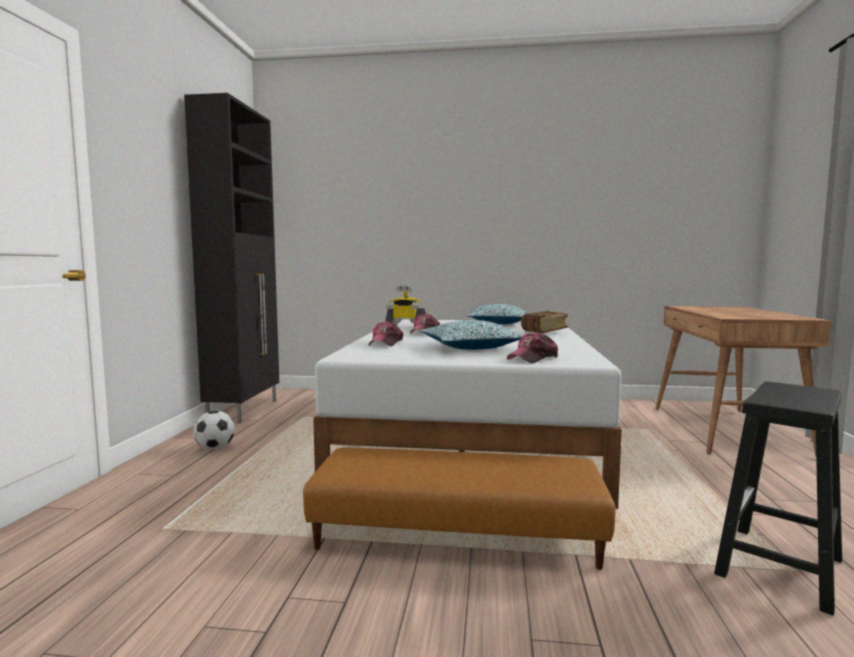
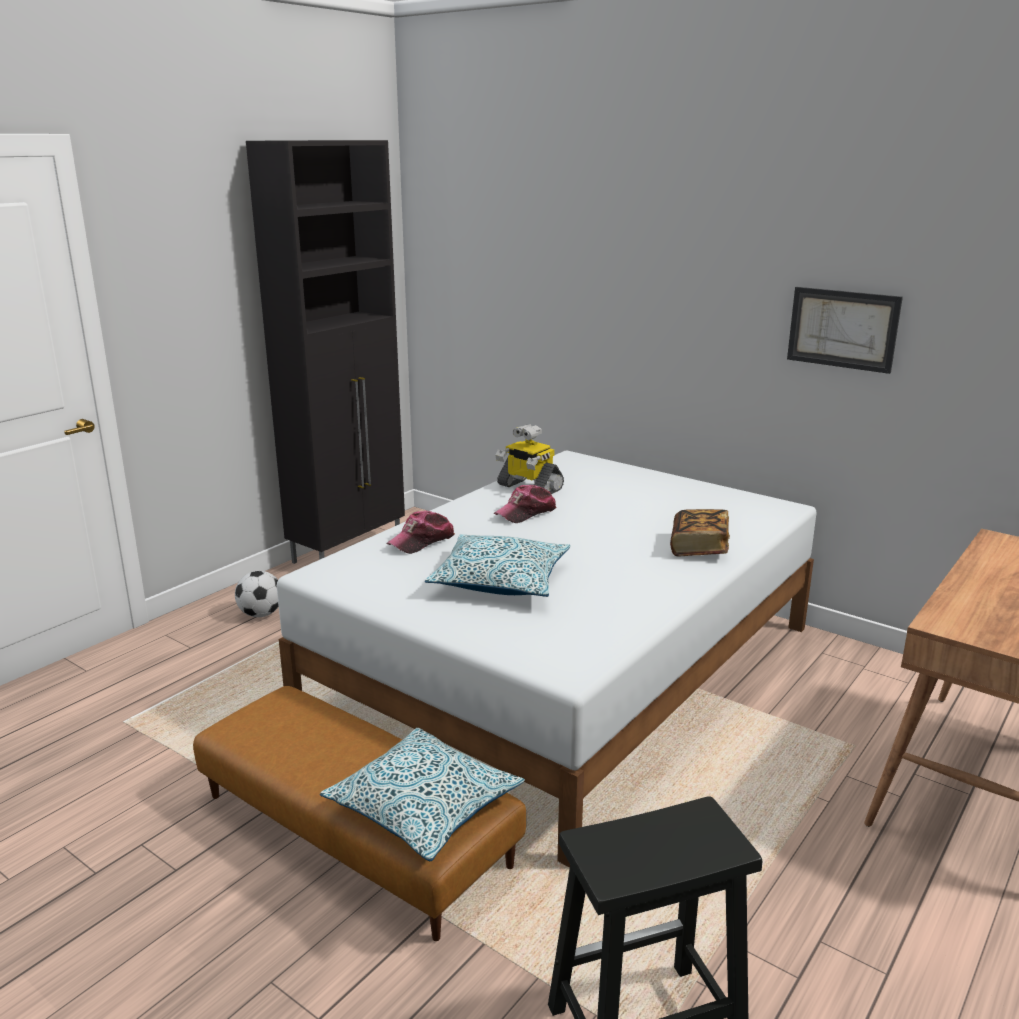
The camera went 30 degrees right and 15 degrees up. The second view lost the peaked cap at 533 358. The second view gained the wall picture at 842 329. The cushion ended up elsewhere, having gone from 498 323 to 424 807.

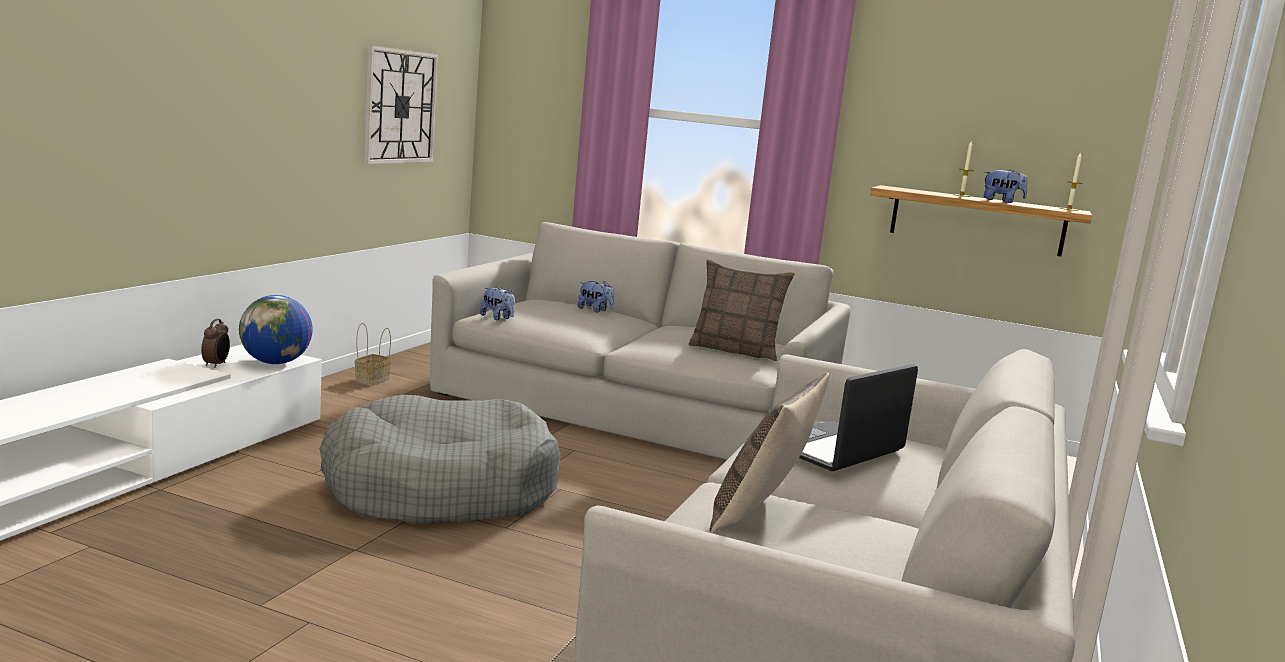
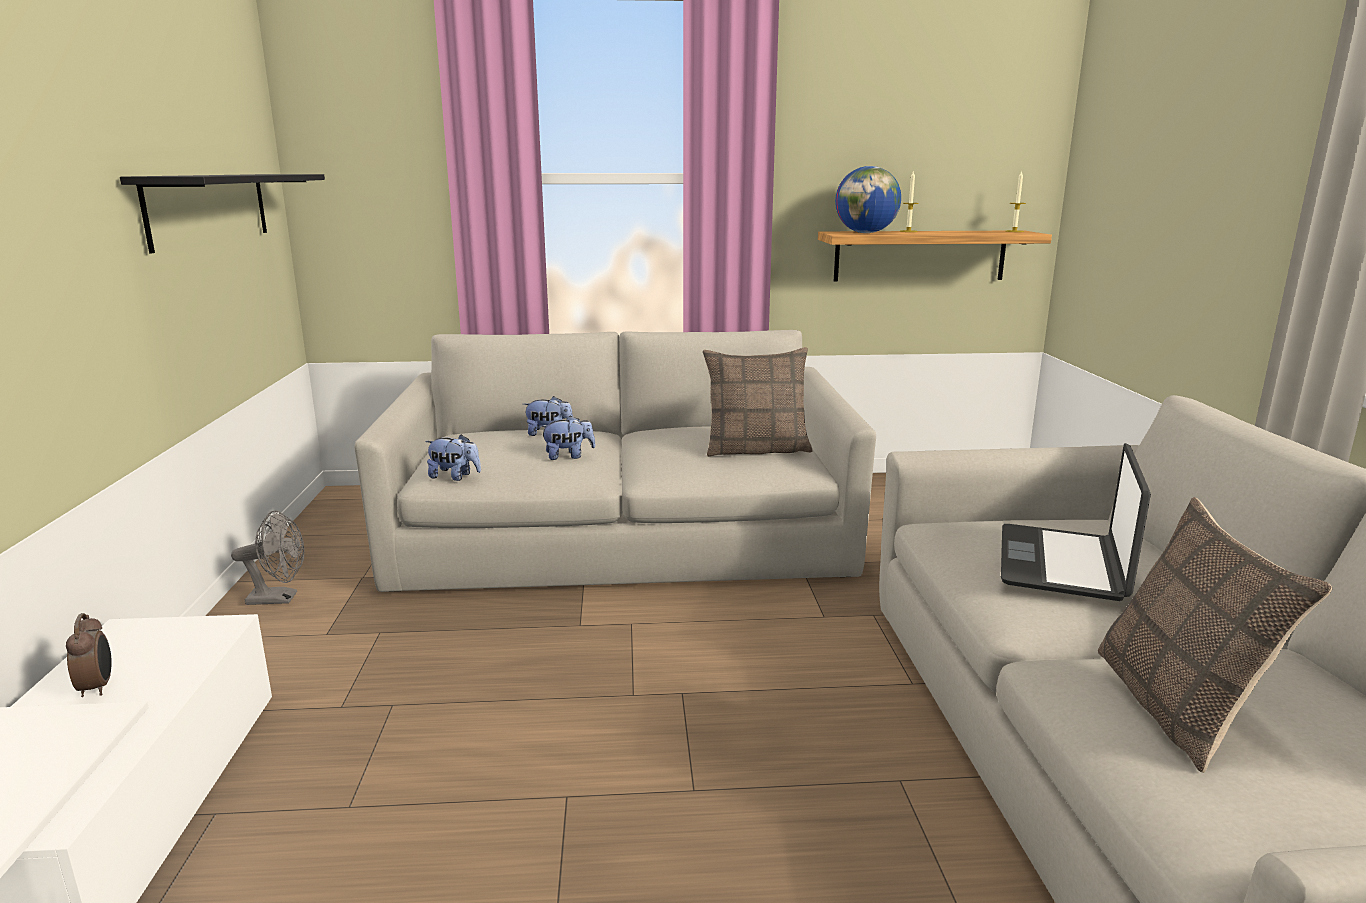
The camera went 25 degrees left and 5 degrees up. The second view lost the dog bed in greyish at 440 489. The world globe ended up elsewhere, having gone from 275 363 to 866 233. The plush toy ended up elsewhere, having gone from 1001 201 to 568 456. Where the basket stood at 372 380, the fan in greyish came to stand at 280 598. Where the clock on the wall hung at 400 106, the wall shelf in blackish came to hang at 209 208.

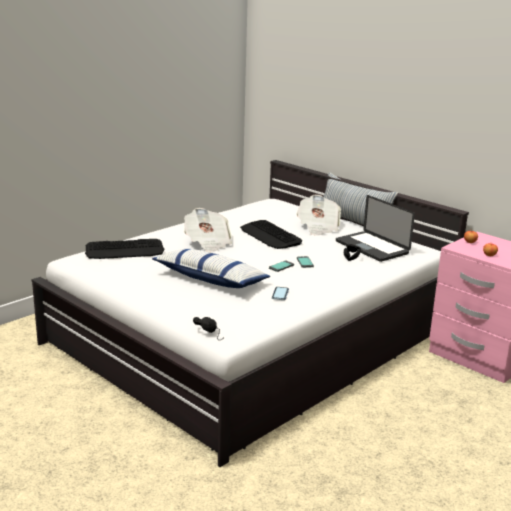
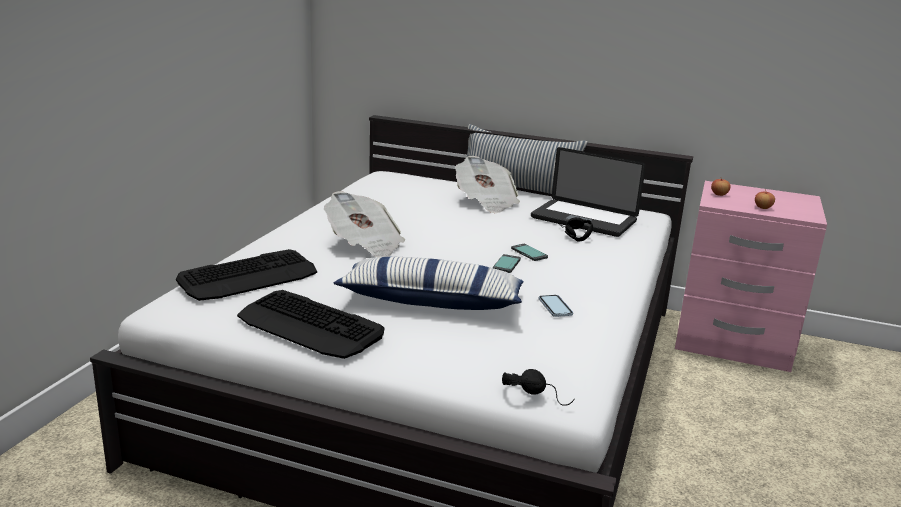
The camera went 25 degrees left and 0 degrees up. The computer keyboard ended up elsewhere, having gone from 270 236 to 310 326.

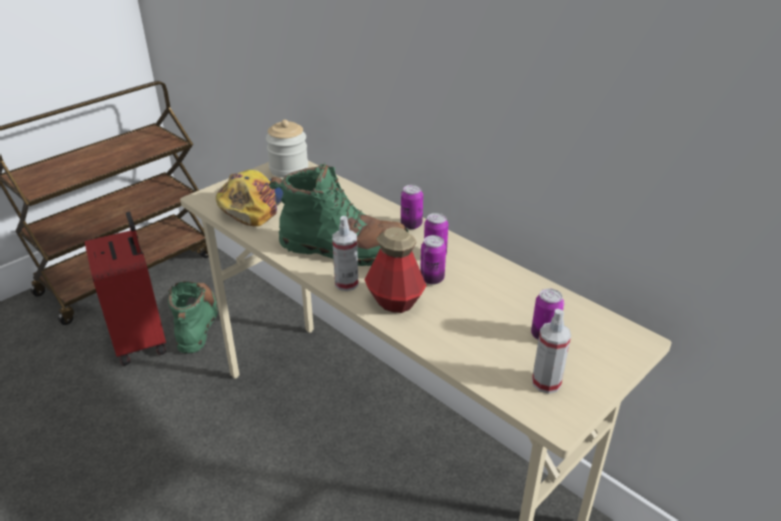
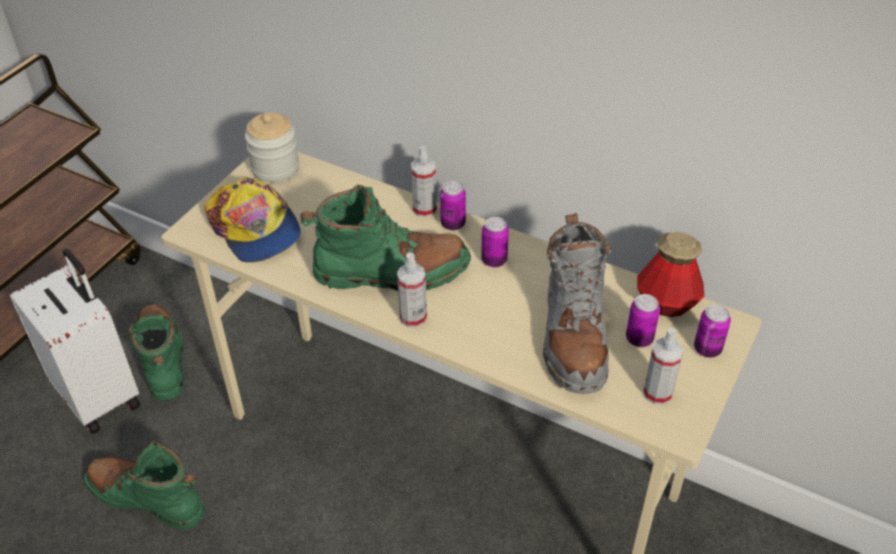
The camera went 15 degrees left and 10 degrees up. The second view gained the high-top boot in greenish at 147 498. The second view gained the spray bottle at 424 209. The second view gained the high-top boot in greyish at 573 336. The drink bottle ended up elsewhere, having gone from 395 301 to 666 303. The can ended up elsewhere, having gone from 432 279 to 707 349. What was the suitcase in reddish at 141 340 turned into the suitcase in white at 100 395. The peaked cap at 252 203 ended up facing another way, 150 degrees clockwise from before.

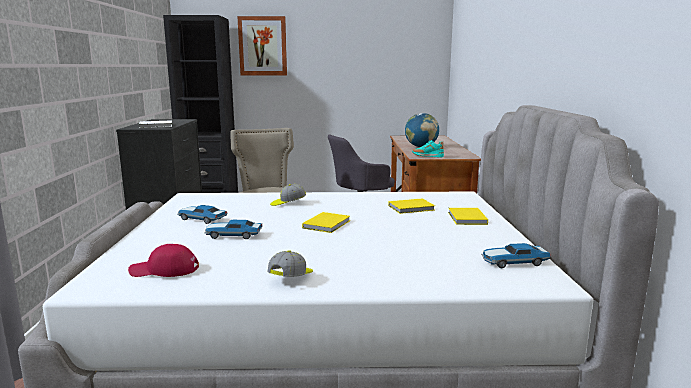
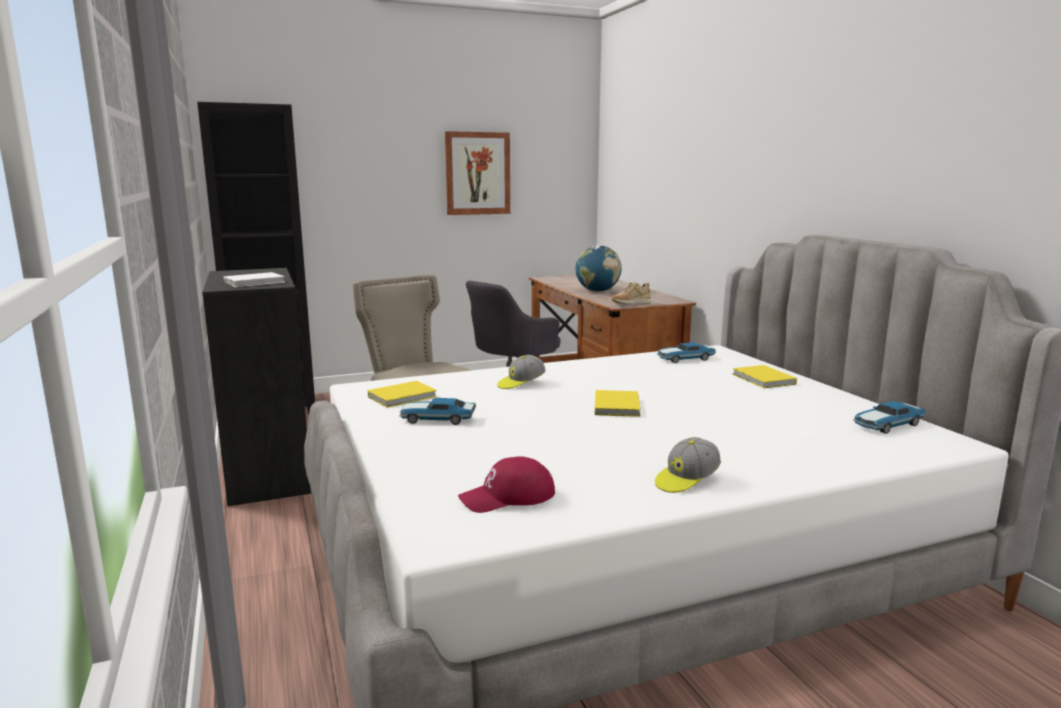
The camera went 20 degrees left and 0 degrees up. The miniature car ended up elsewhere, having gone from 233 235 to 684 359. The wall picture ended up elsewhere, having gone from 262 46 to 477 173. The volume in yellowish ended up elsewhere, having gone from 412 208 to 404 396. What was the low shoe in turquoise at 427 157 turned into the low shoe in sand-coloured at 630 304. The peaked cap at 291 278 ended up facing another way, 135 degrees counterclockwise from before.

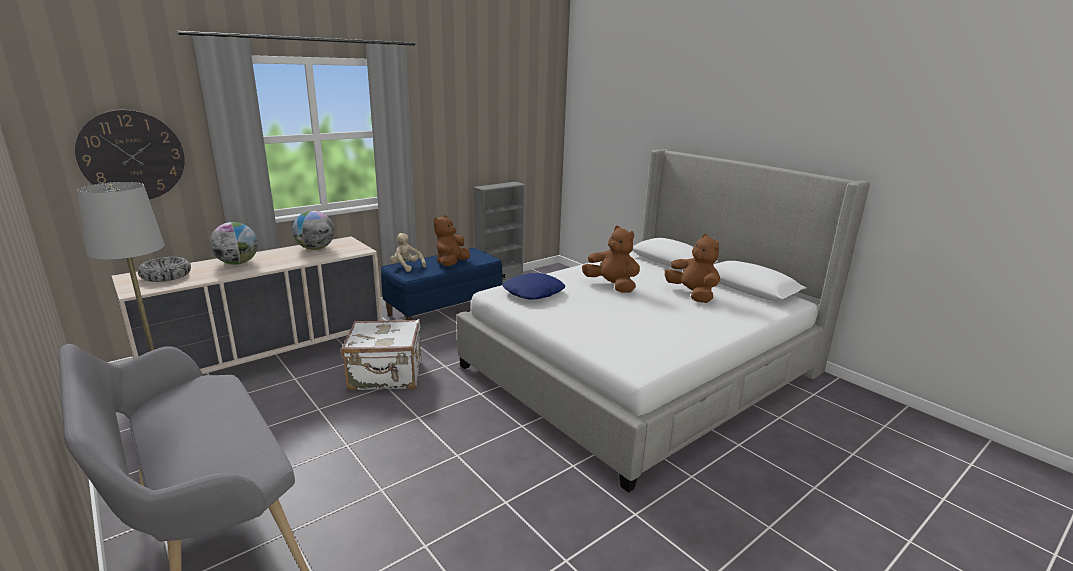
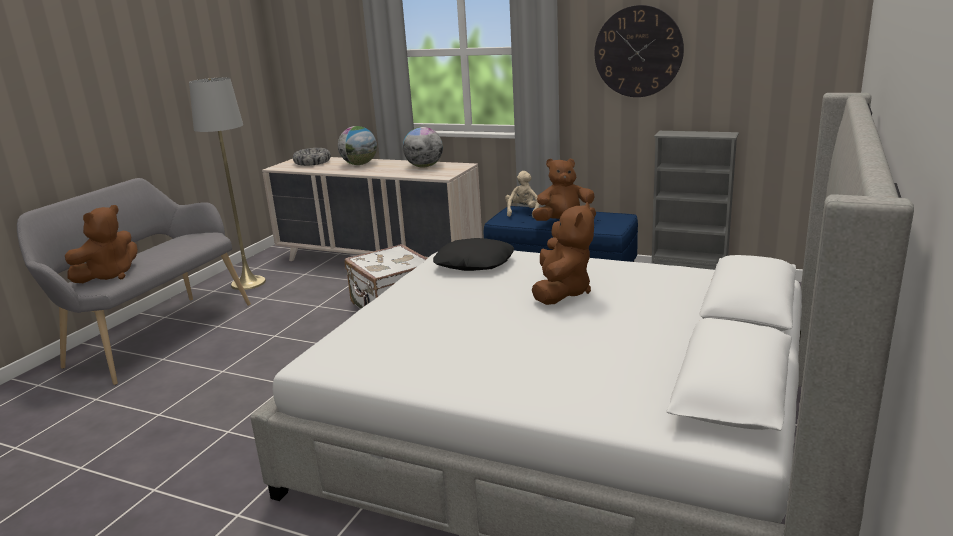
The camera went 65 degrees right and 0 degrees up. The clock on the wall ended up elsewhere, having gone from 132 156 to 638 52. The plush toy in brown ended up elsewhere, having gone from 692 295 to 109 275. What was the cushion in blue-coloured at 534 292 turned into the cushion in blackish at 474 263.

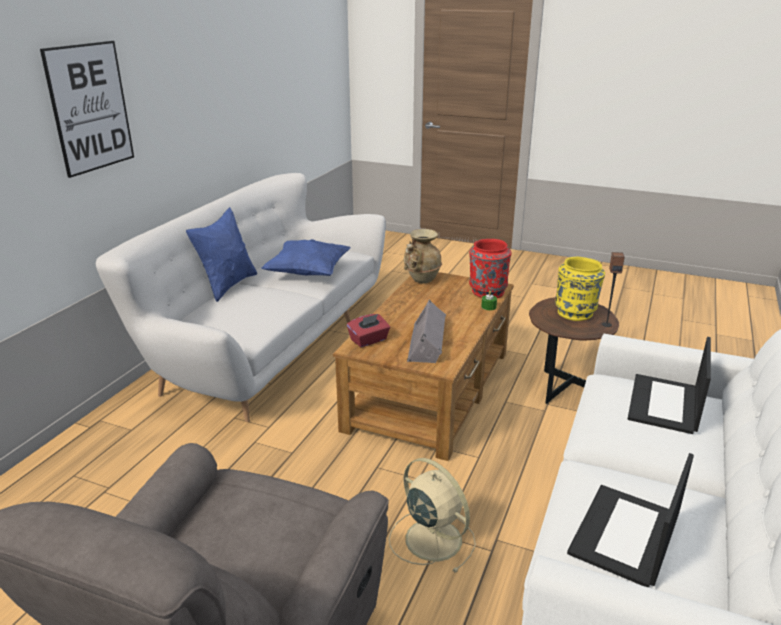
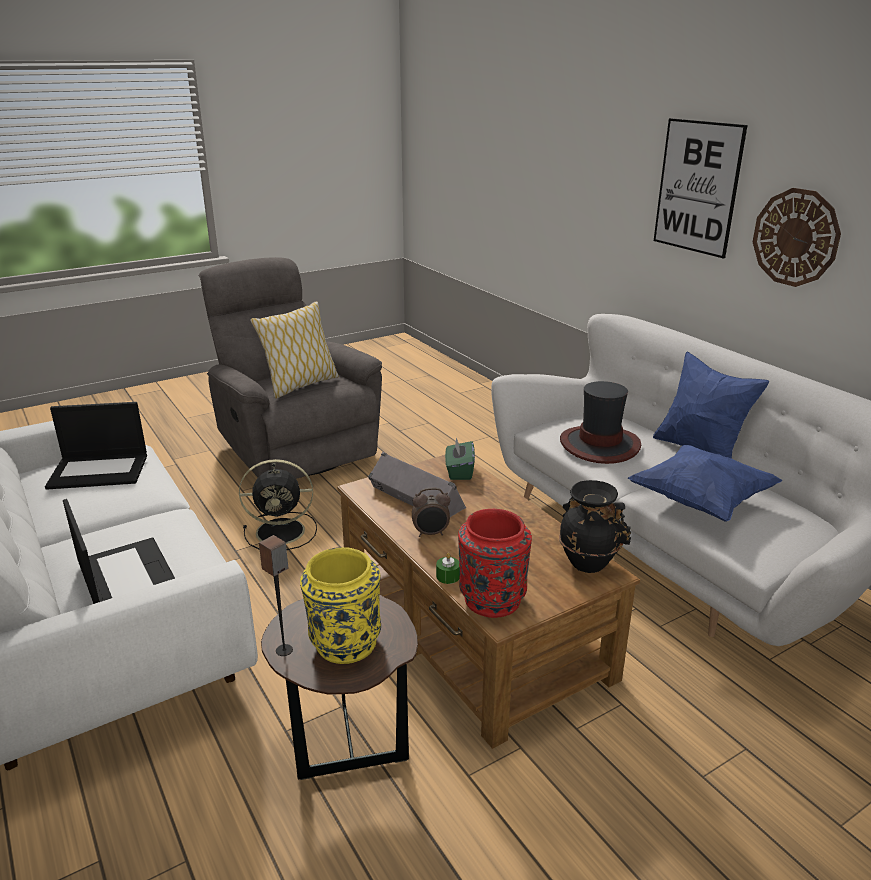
The camera went 125 degrees right and 0 degrees up. The second view gained the cushion at 300 385. The second view gained the bedside clock at 431 534. The second view gained the hat at 600 445. The second view gained the clock on the wall at 795 237. What was the tissue holder in reddish at 369 340 turned into the tissue holder in greenish at 459 471. What was the fan in sand-coloured at 431 538 turned into the fan in blackish at 282 531. What was the vase in sand-coloured at 421 280 turned into the vase in blackish at 588 562. The notebook computer at 625 536 ended up facing another way, 105 degrees clockwise from before.

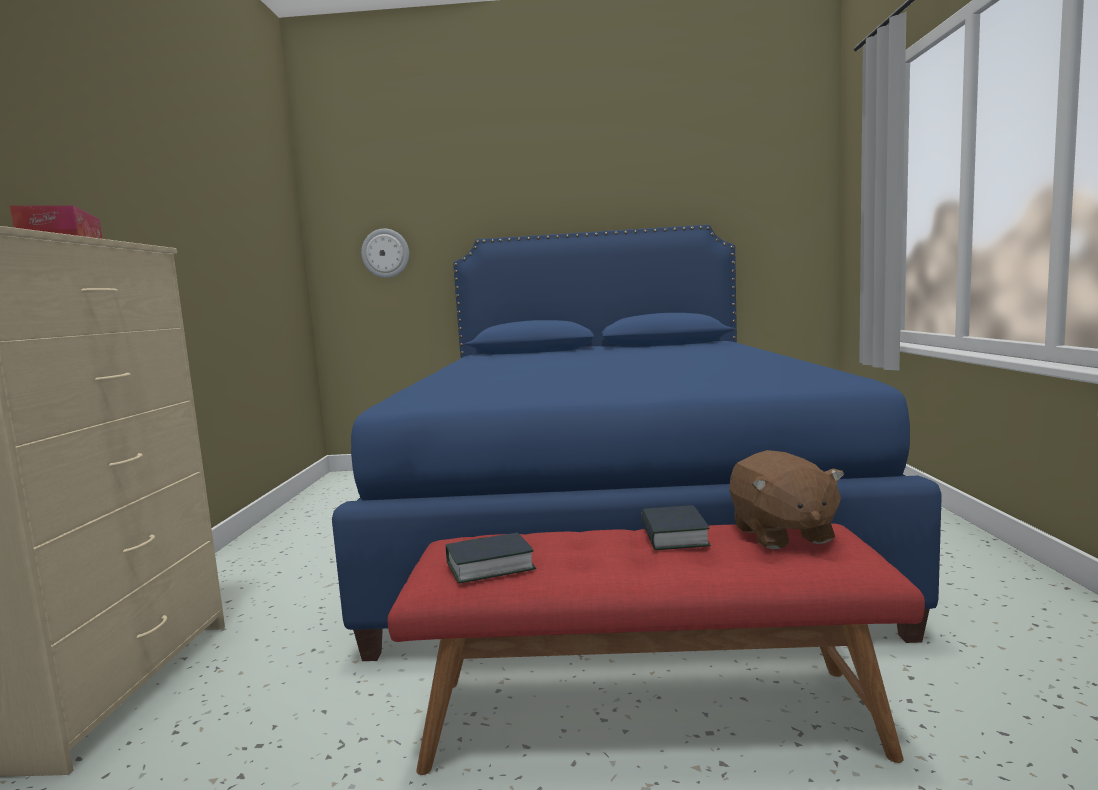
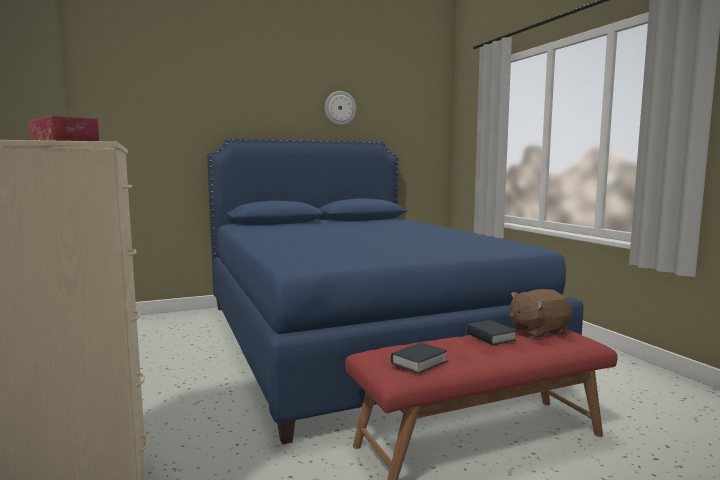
The camera went 25 degrees left and 0 degrees up. The clock on the wall ended up elsewhere, having gone from 385 253 to 340 108. The plush toy in brown at 781 534 ended up facing another way, 105 degrees clockwise from before.

